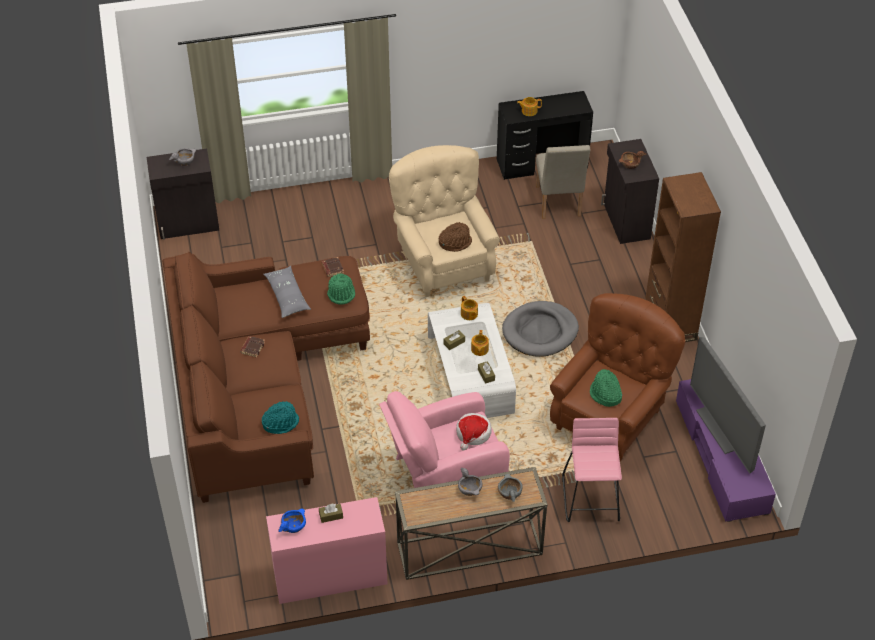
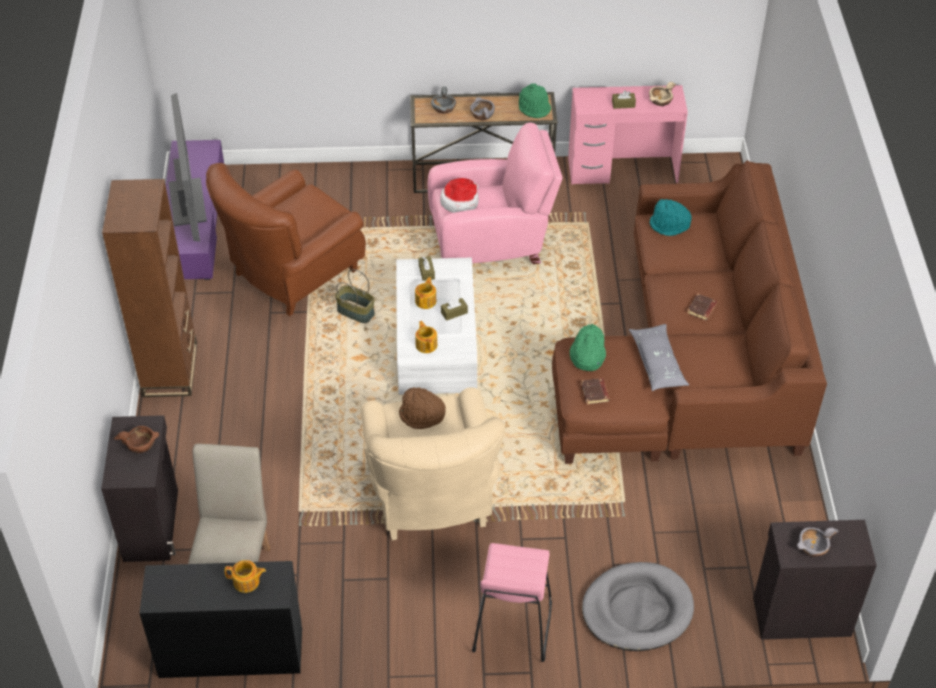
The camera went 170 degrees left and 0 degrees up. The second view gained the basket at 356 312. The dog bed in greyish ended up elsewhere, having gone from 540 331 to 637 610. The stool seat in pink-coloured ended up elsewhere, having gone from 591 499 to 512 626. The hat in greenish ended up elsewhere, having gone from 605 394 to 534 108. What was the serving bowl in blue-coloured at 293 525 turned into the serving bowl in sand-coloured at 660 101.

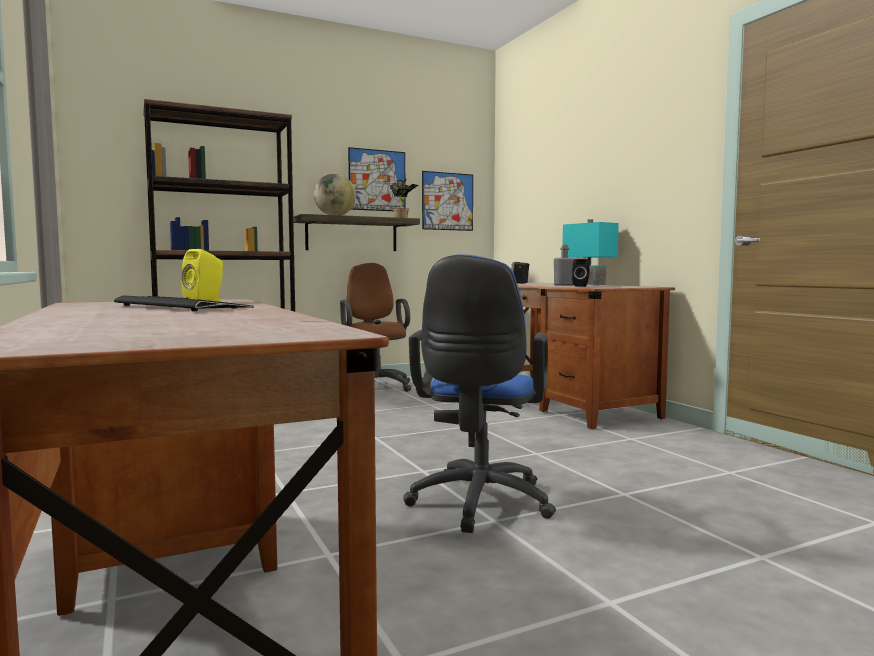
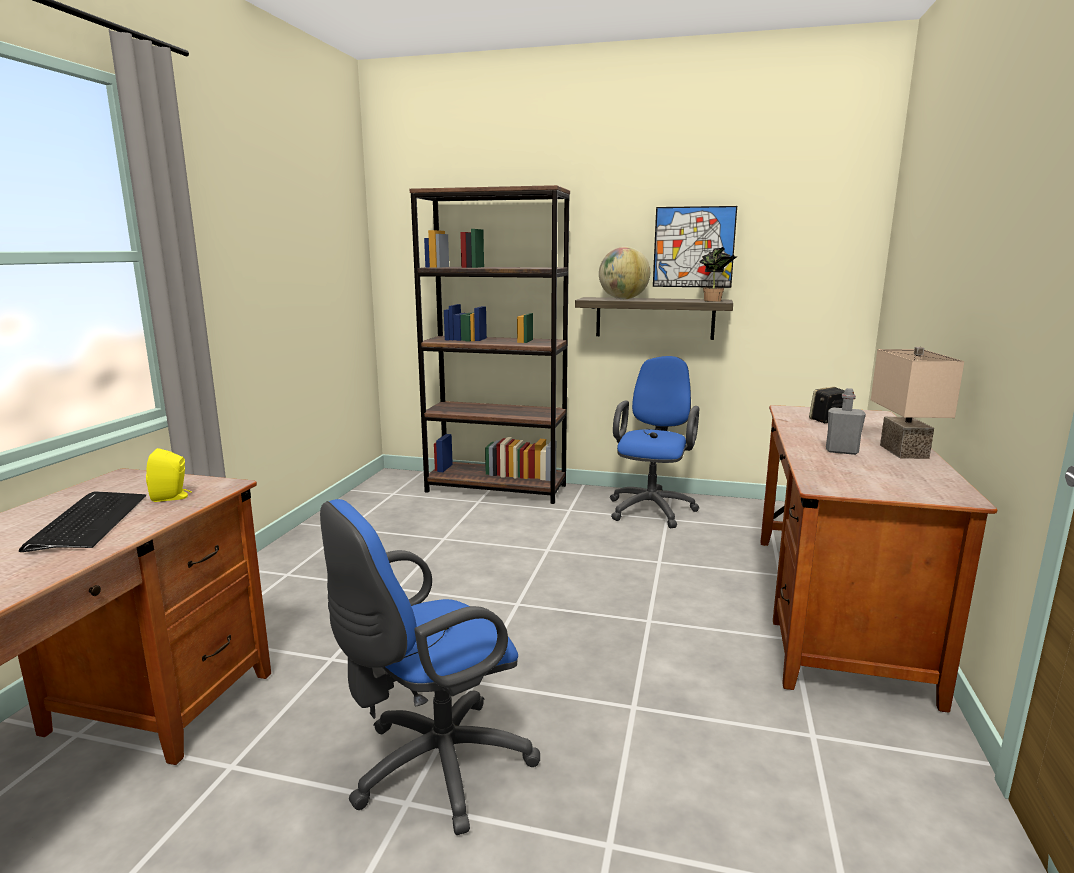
The camera went 40 degrees right and 10 degrees up. The second view lost the wall picture at 447 201. The second view lost the speaker in blackish at 581 286. What was the computer chair in brown at 376 386 turned into the computer chair in blue-coloured at 652 508. What was the tabletop lamp in turquoise at 590 284 turned into the tabletop lamp in sand-coloured at 906 452.

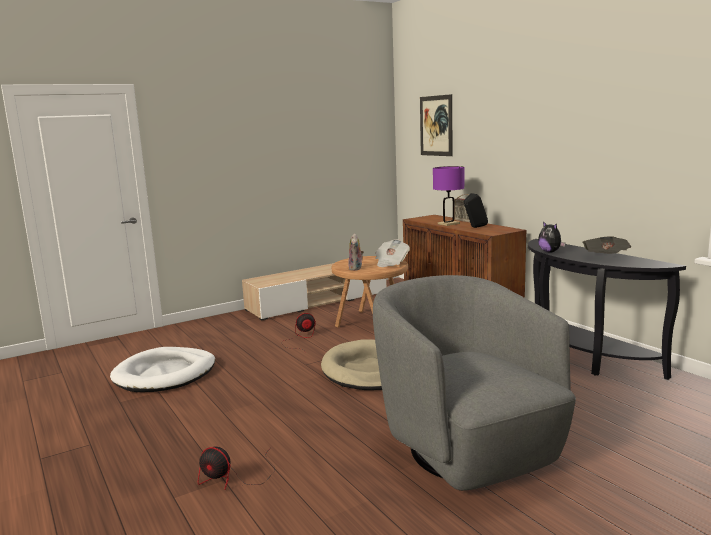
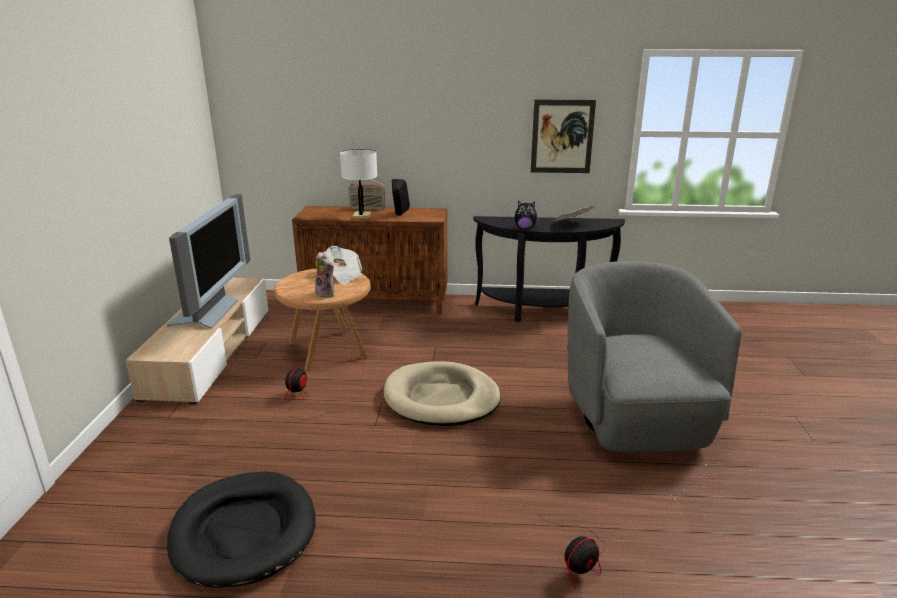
The camera went 55 degrees left and 10 degrees up. The second view gained the TV at 209 313. The wall picture ended up elsewhere, having gone from 436 126 to 562 136. What was the dog bed in white at 165 374 turned into the dog bed in blackish at 244 531. What was the tabletop lamp in purplish at 448 224 turned into the tabletop lamp in white at 361 216. The lounge chair in greyish at 468 448 ended up facing another way, 75 degrees clockwise from before.

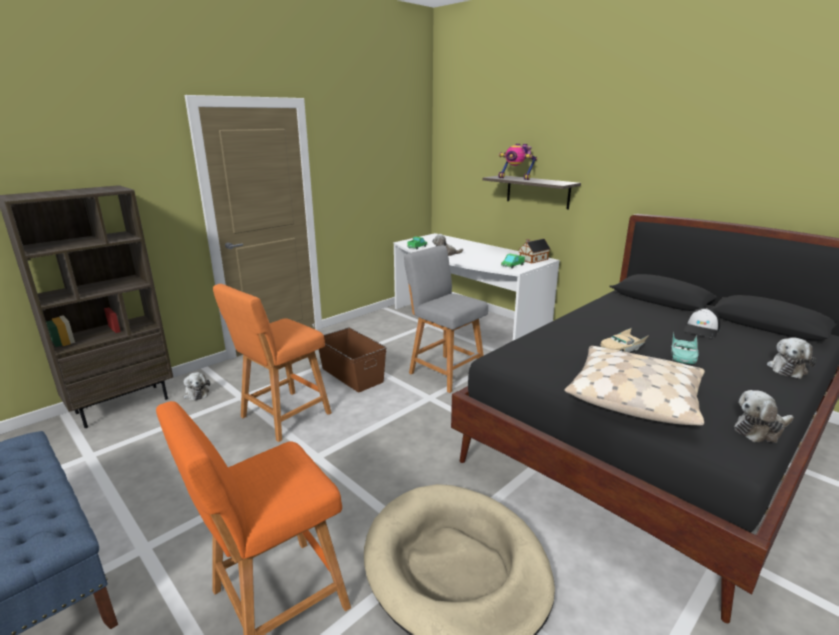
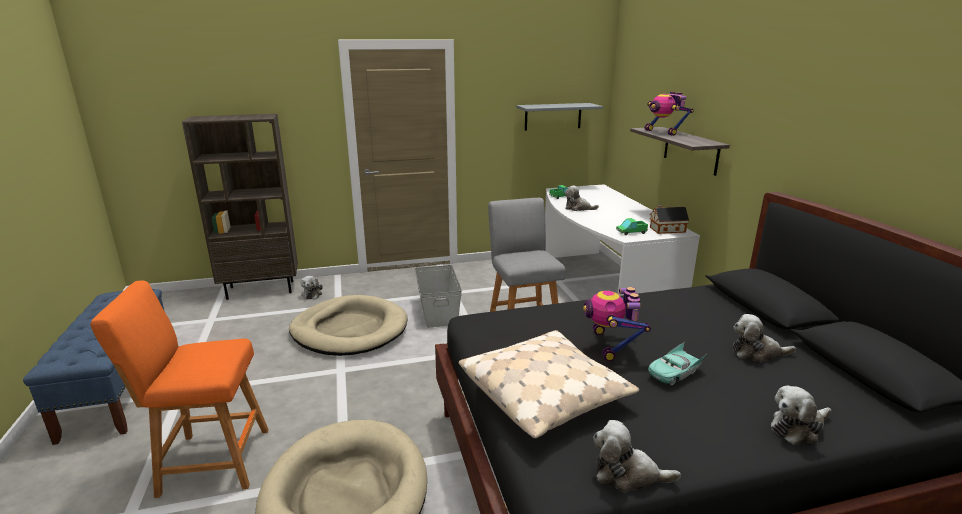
The camera went 30 degrees right and 0 degrees up. The second view gained the wall shelf in greyish at 553 116. Where the stool seat in orangey stood at 282 417, the dog bed in sand-coloured came to stand at 349 330. Where the miniature car in sand-coloured stood at 622 349, the model robot came to stand at 611 345. Where the peaked cap stood at 701 330, the plush toy came to stand at 757 353. What was the storage bin in brown at 352 374 turned into the storage bin in greyish at 438 310.

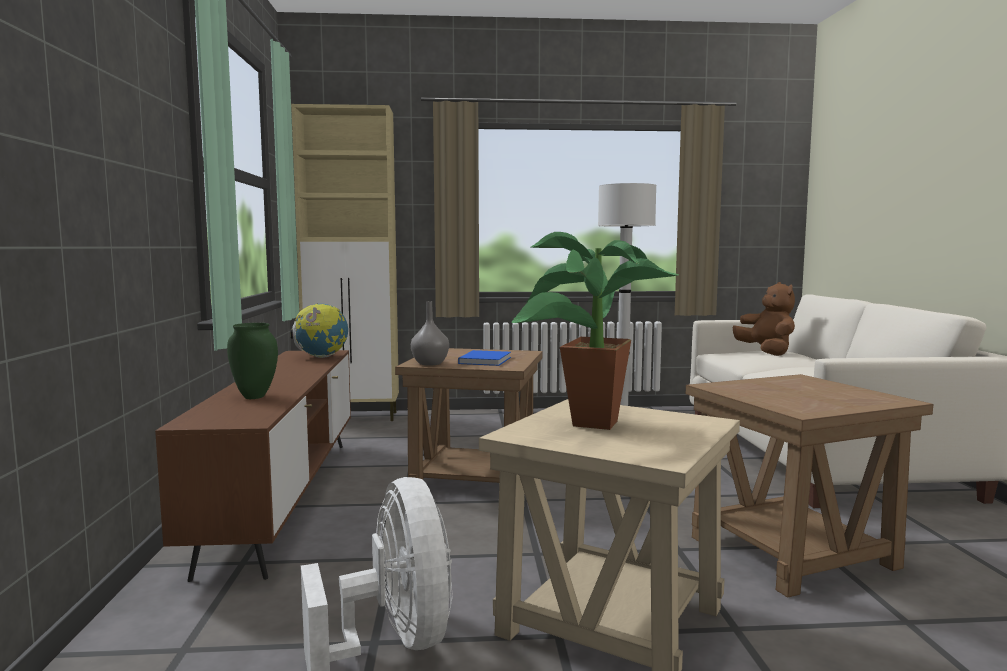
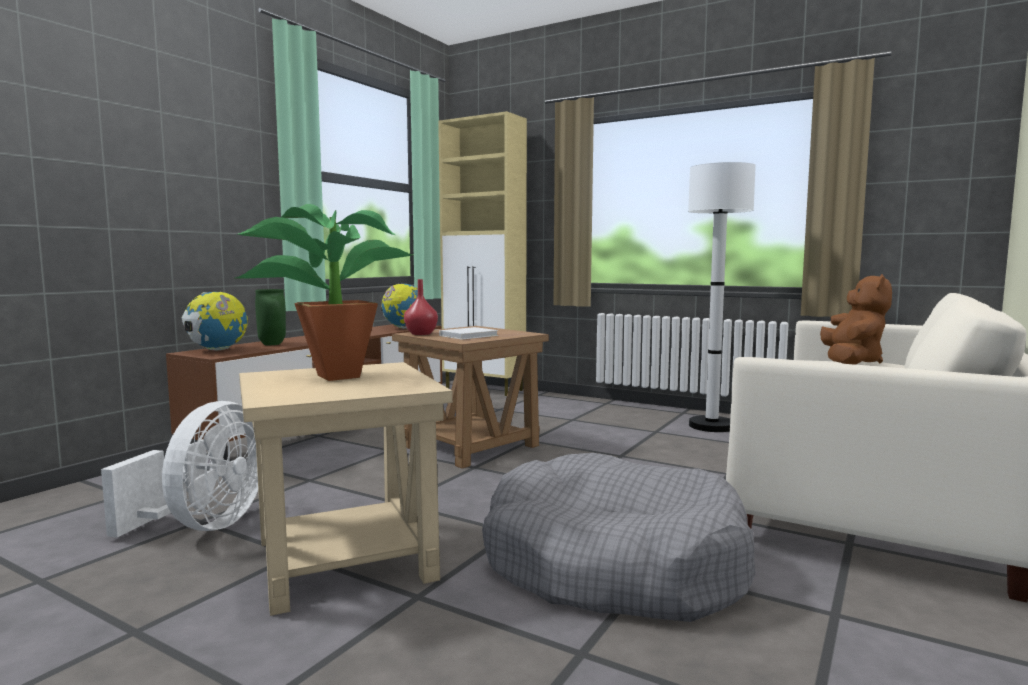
The camera went 35 degrees right and 0 degrees up. The second view gained the world globe at 217 350. Where the accent table in brown stood at 792 551, the dog bed in greyish came to stand at 613 564. What was the vase in greyish at 429 363 turned into the vase in reddish at 421 334. What was the volume in blue-coloured at 485 360 turned into the volume in white at 470 335.

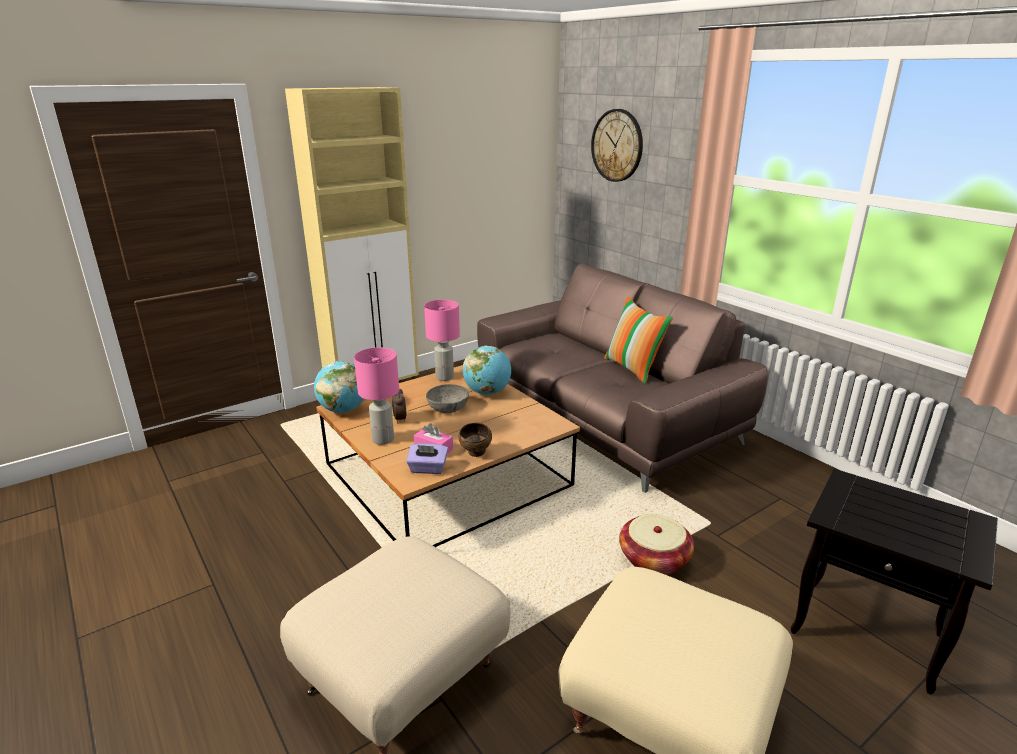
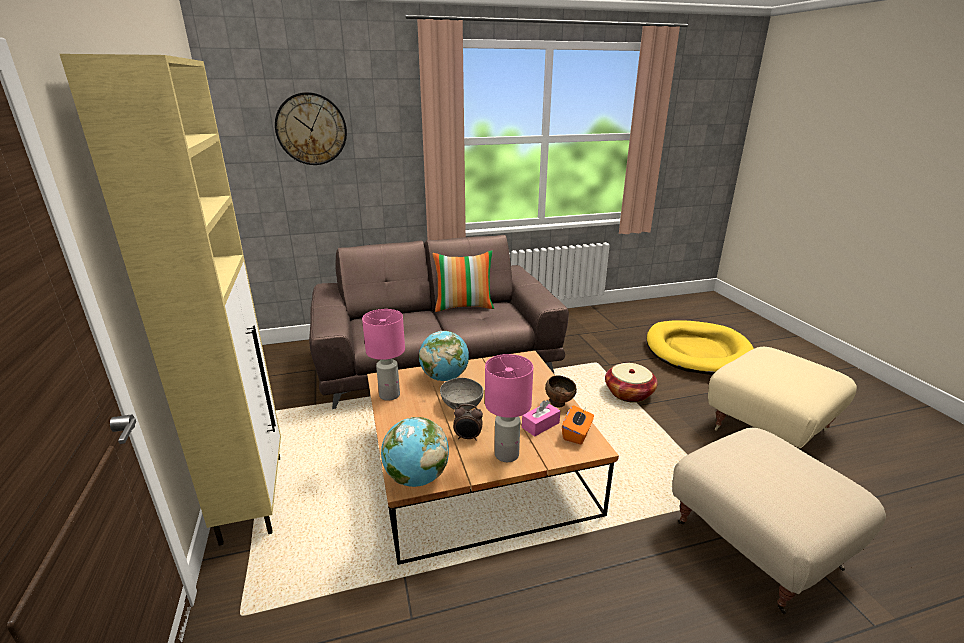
The camera went 70 degrees left and 0 degrees up. Where the accent table in blackish stood at 869 633, the dog bed in yellowish came to stand at 697 351. What was the tissue holder in purplish at 428 469 turned into the tissue holder in orangey at 577 434.

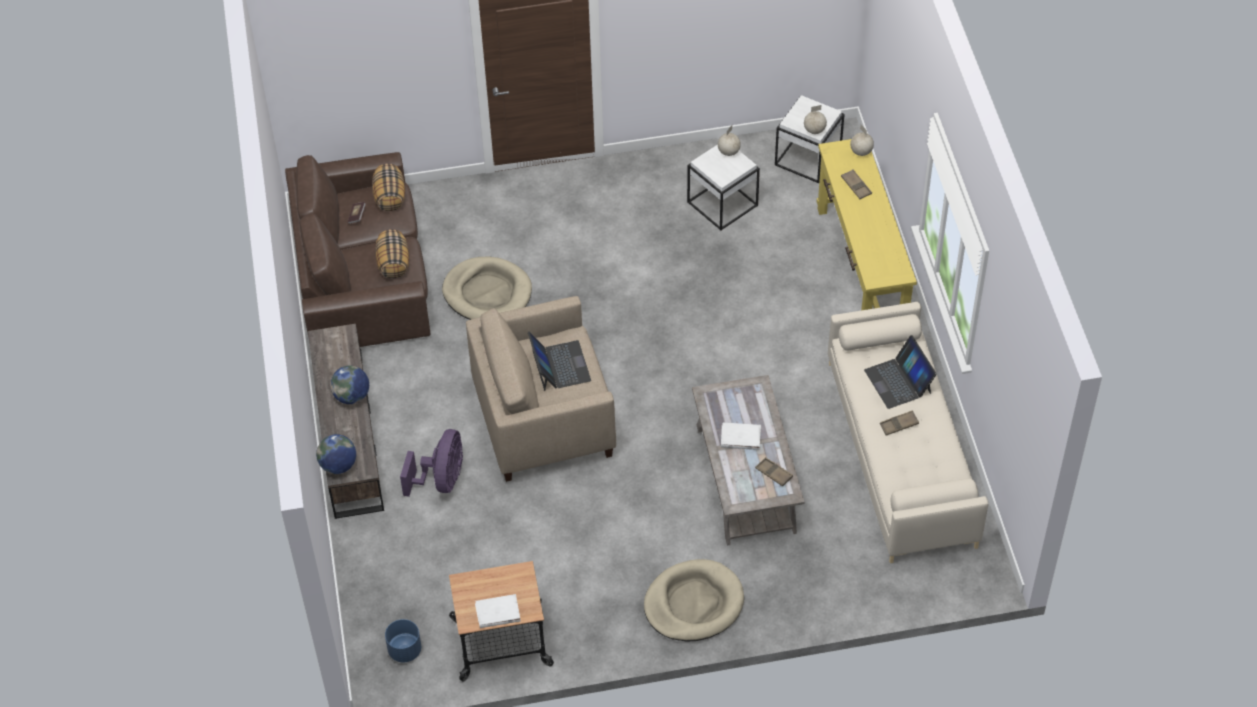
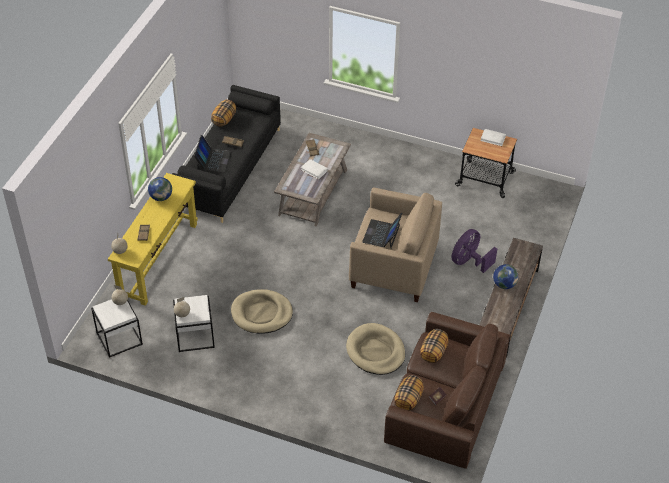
The camera went 150 degrees left and 5 degrees down. The second view lost the flower pot in blue-coloured at 404 650. The second view gained the cushion at 224 119. The world globe ended up elsewhere, having gone from 338 465 to 161 197. The dog bed in sand-coloured ended up elsewhere, having gone from 693 603 to 261 313. What was the sofa in sand-coloured at 902 453 turned into the sofa in blackish at 229 168.

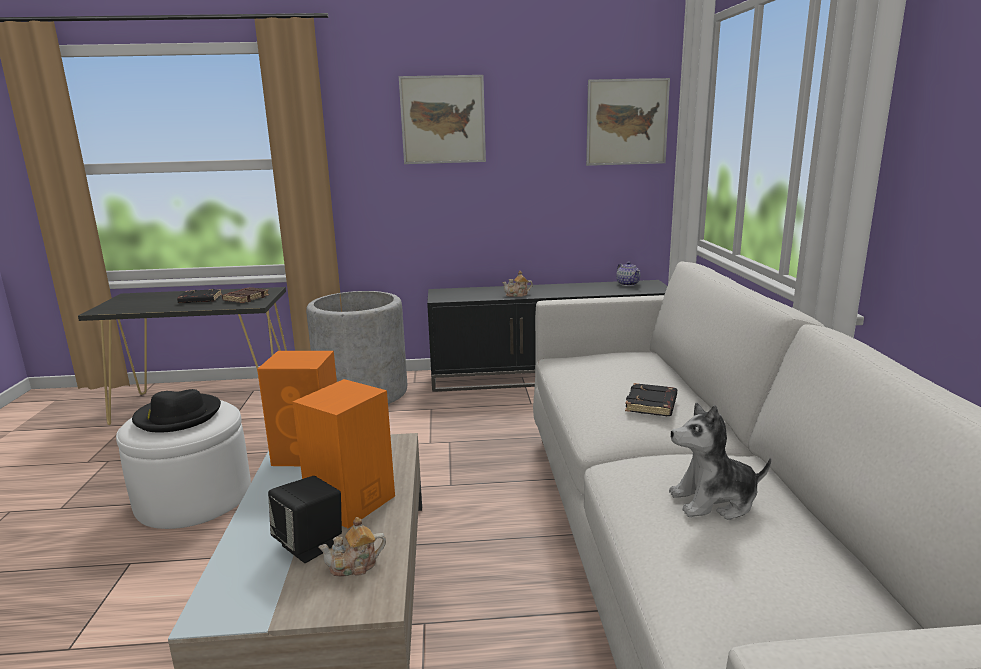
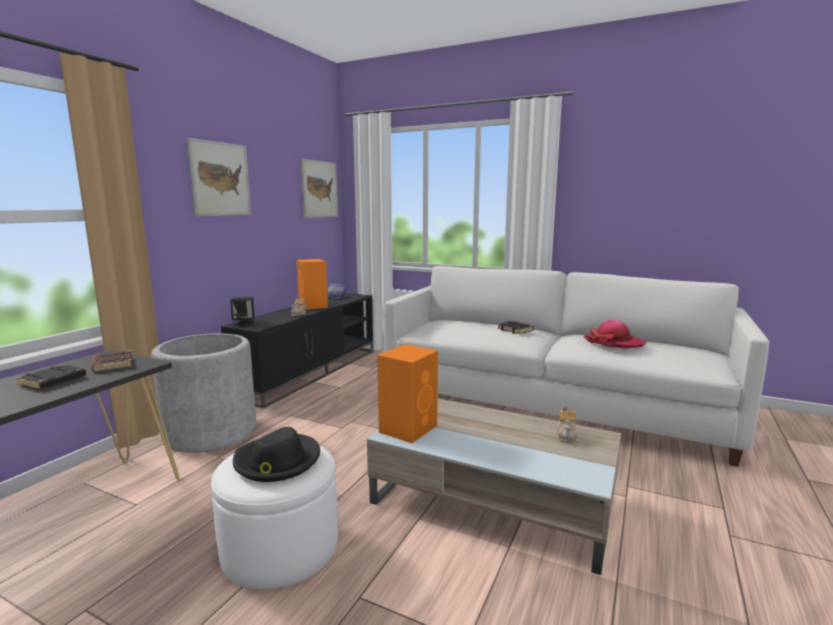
The camera went 60 degrees left and 5 degrees down. The speaker in blackish ended up elsewhere, having gone from 310 545 to 244 323. The speaker in orangey ended up elsewhere, having gone from 349 504 to 313 306. Where the plush toy stood at 714 501, the hat came to stand at 613 342.

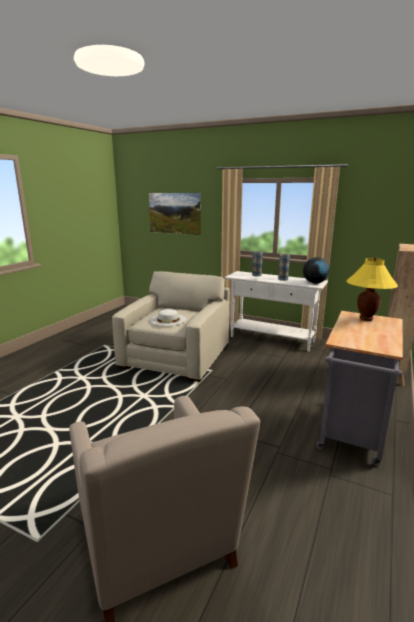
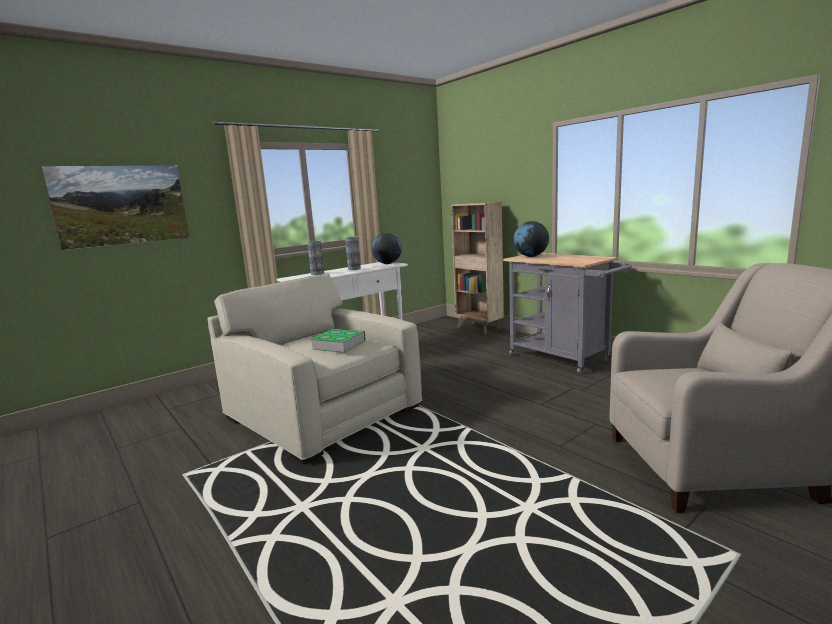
The camera went 65 degrees left and 5 degrees down. Where the hat in white stood at 168 319, the volume came to stand at 339 344. Where the tabletop lamp in yellowish stood at 366 318, the world globe came to stand at 531 256.

